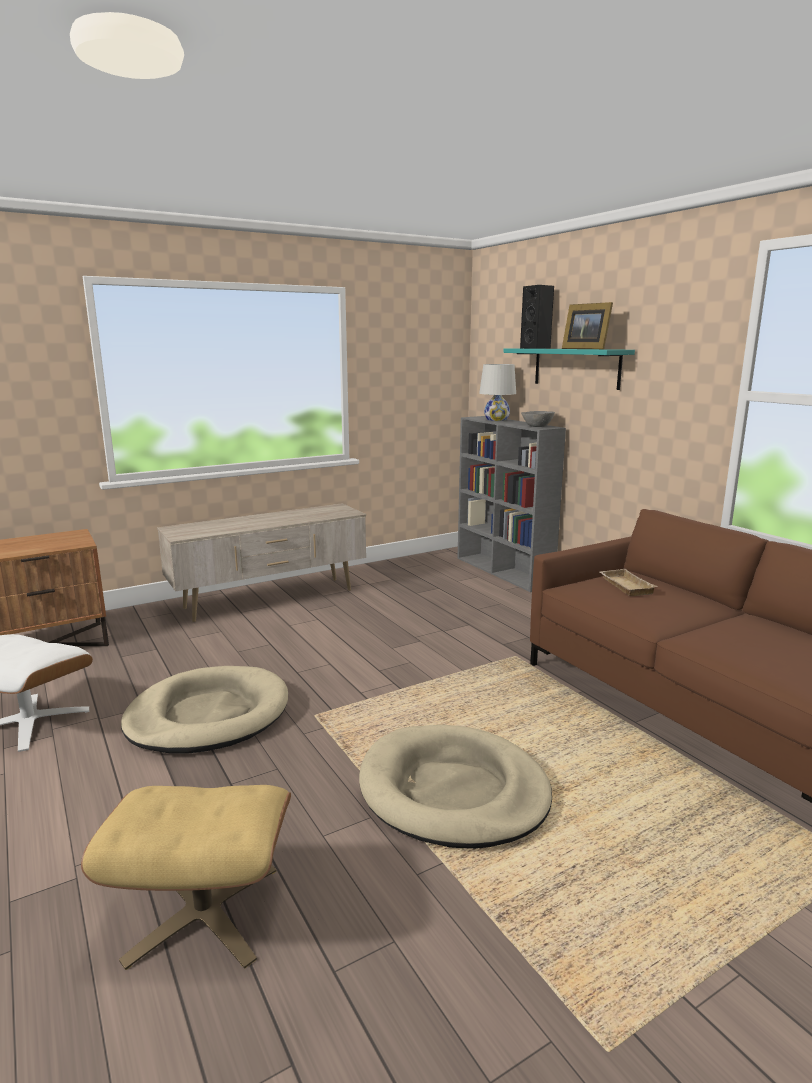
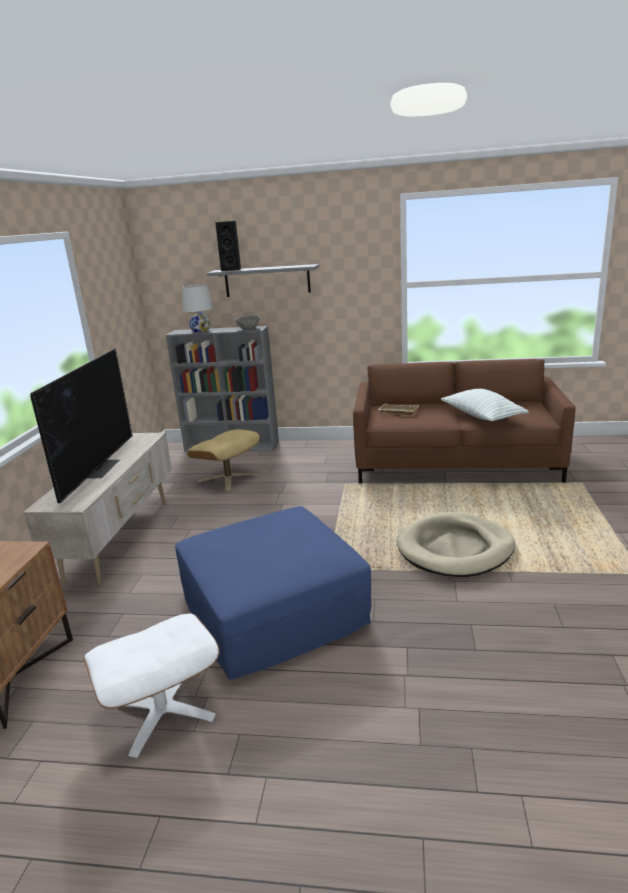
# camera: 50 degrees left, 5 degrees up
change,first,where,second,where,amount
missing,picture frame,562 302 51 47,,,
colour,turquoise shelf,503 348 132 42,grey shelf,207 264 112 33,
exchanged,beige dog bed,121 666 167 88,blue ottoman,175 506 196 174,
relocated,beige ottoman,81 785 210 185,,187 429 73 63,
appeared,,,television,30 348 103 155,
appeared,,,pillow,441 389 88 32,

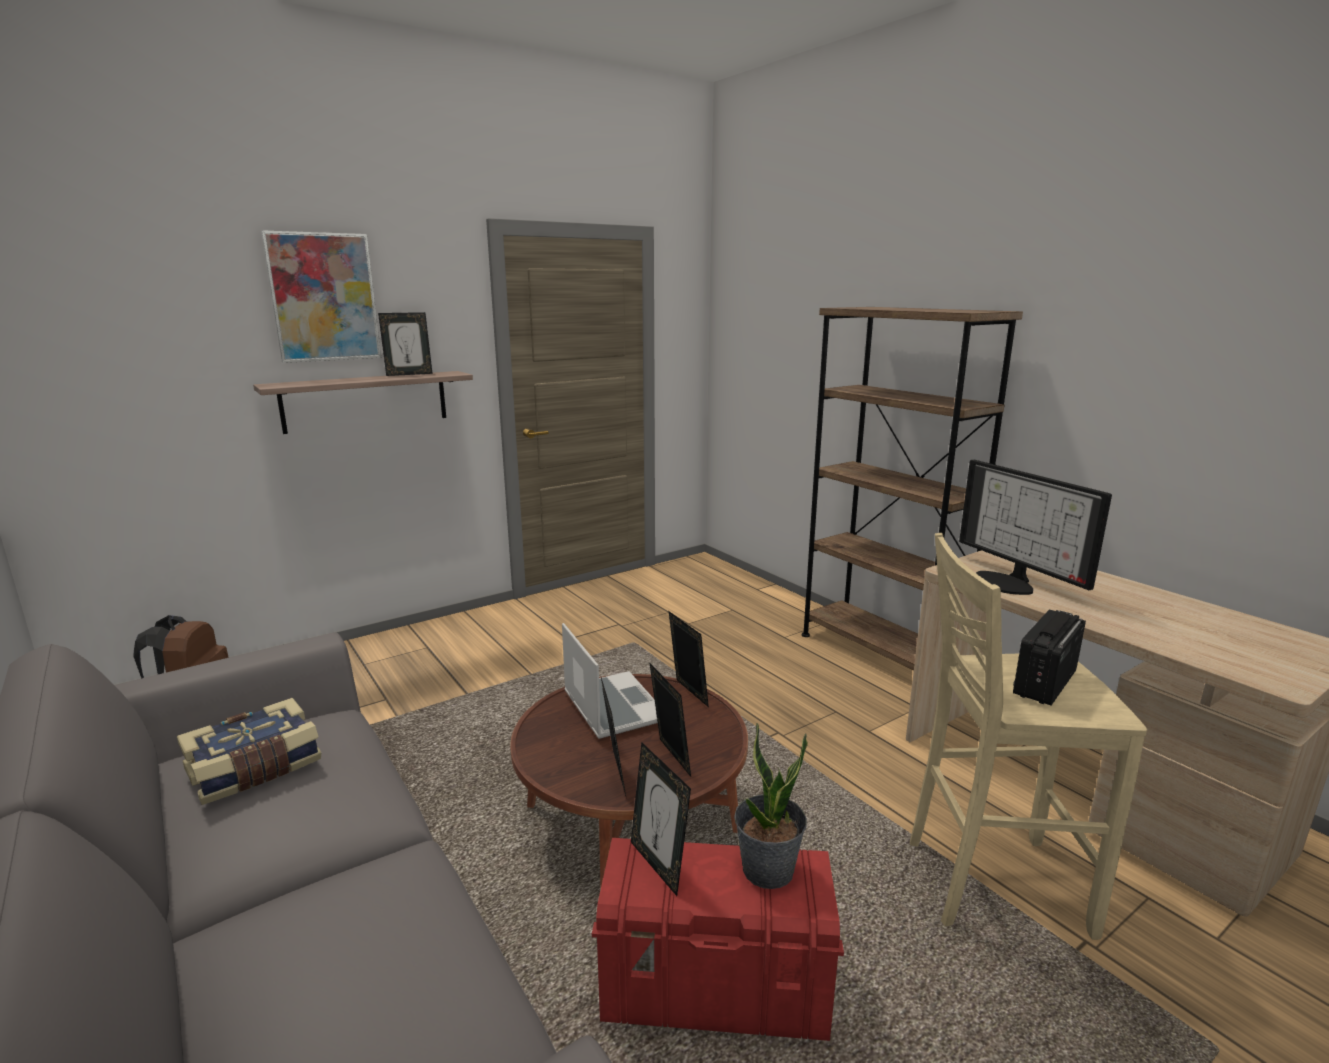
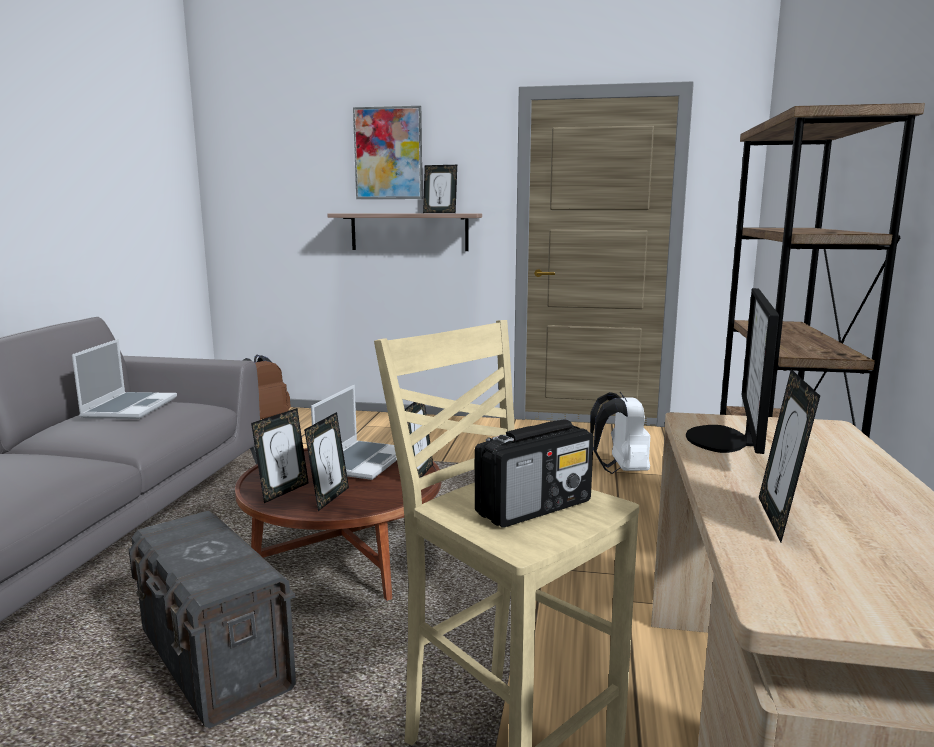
# camera: 45 degrees right, 5 degrees down
change,first,where,second,where,amount
spun,radio,1013 609 73 96,,475 419 119 109,150 degrees clockwise
exchanged,book,177 698 144 107,laptop,72 339 105 80,
missing,potted plant,734 723 74 166,,,
relocated,picture frame,631 742 60 154,,759 369 61 174,
colour,red storage box,592 838 252 203,grey storage box,128 511 168 217,
appeared,,,white backpack,590 392 60 82,

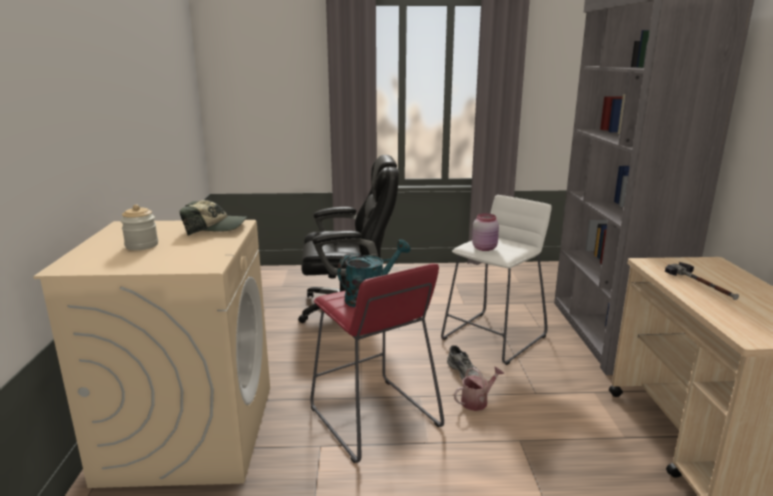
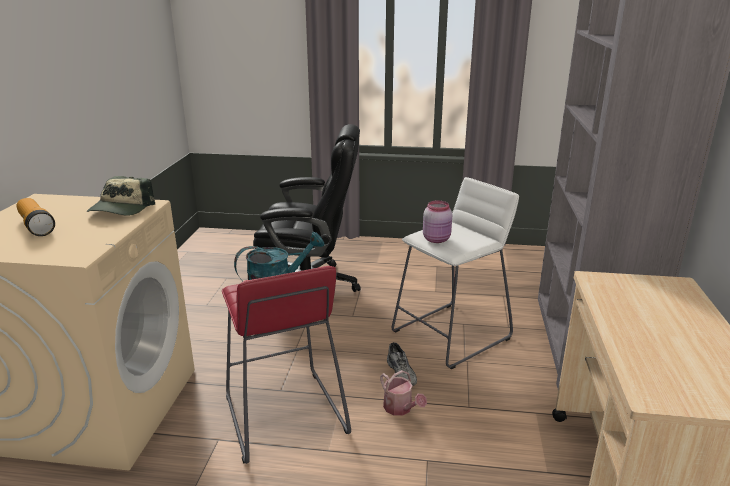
# camera: 10 degrees right, 5 degrees up
change,first,where,second,where,amount
spun,cap,180 200 67 36,,87 176 68 40,90 degrees clockwise
exchanged,jar,121 205 37 45,flashlight,16 198 39 38,
missing,hammer,665 262 74 38,,,
spun,watering can,454 366 50 45,,380 370 47 46,75 degrees clockwise

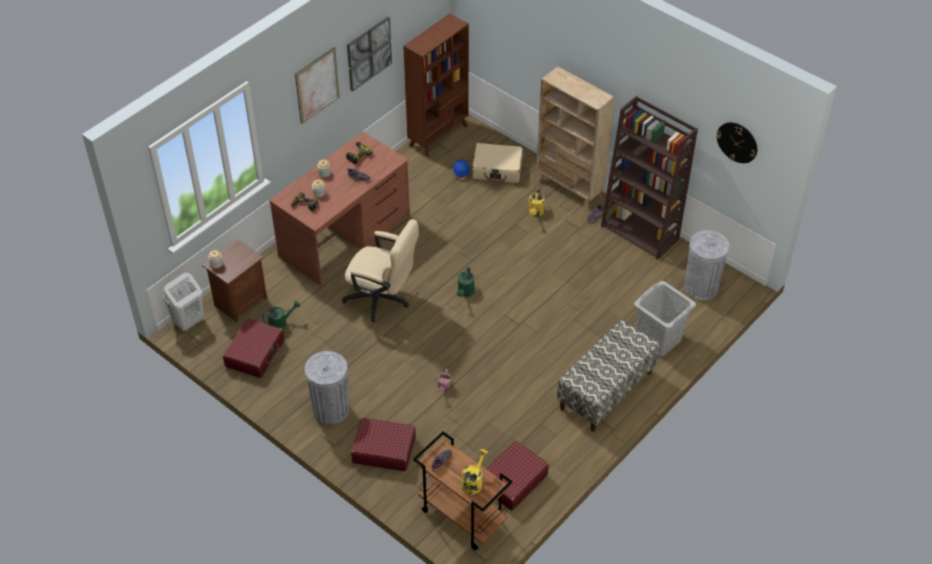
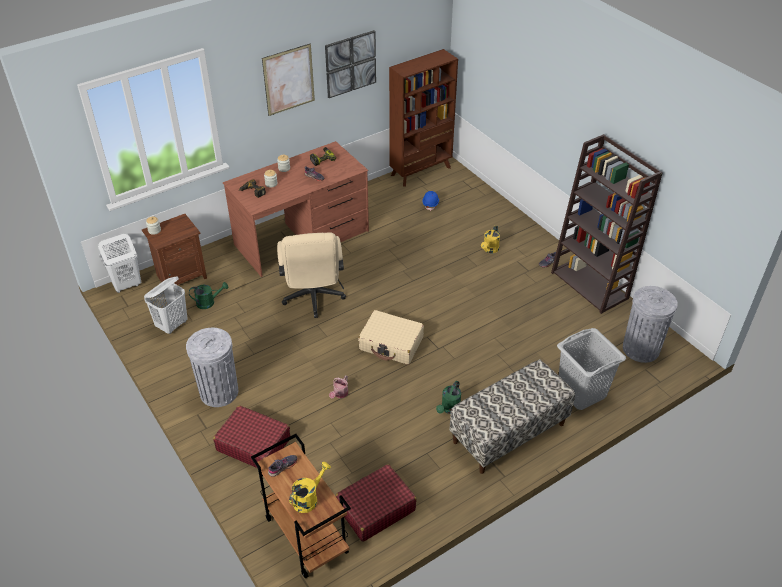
# camera: 15 degrees right, 5 degrees down
change,first,where,second,where,amount
missing,beige bookcase,536 66 78 144,,,
missing,wall clock,716 122 41 41,,,
relocated,beige suitcase,472 143 51 40,,358 310 66 55,
spun,beige office chair,342 219 77 103,,277 232 69 86,45 degrees clockwise
relocated,green watering can,457 267 18 30,,436 381 25 33,
exchanged,red suitcase,223 318 61 60,white laundry basket,144 276 44 58,

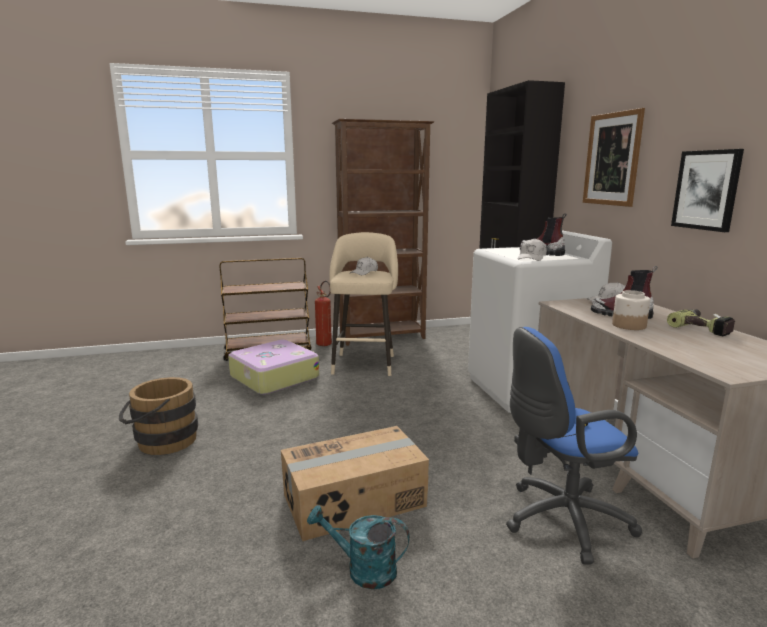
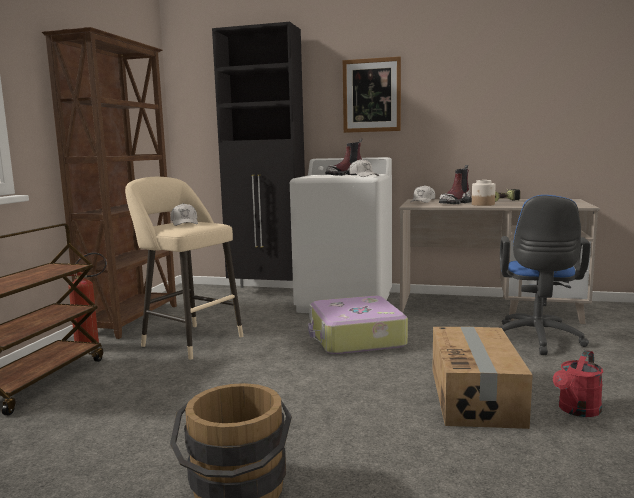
# camera: 60 degrees left, 5 degrees down
change,first,where,second,where,amount
missing,picture,671 149 73 83,,,
relocated,suitcase,228 340 91 55,,308 296 100 58,
colour,turquoise watering can,307 505 103 84,red watering can,553 350 50 67,

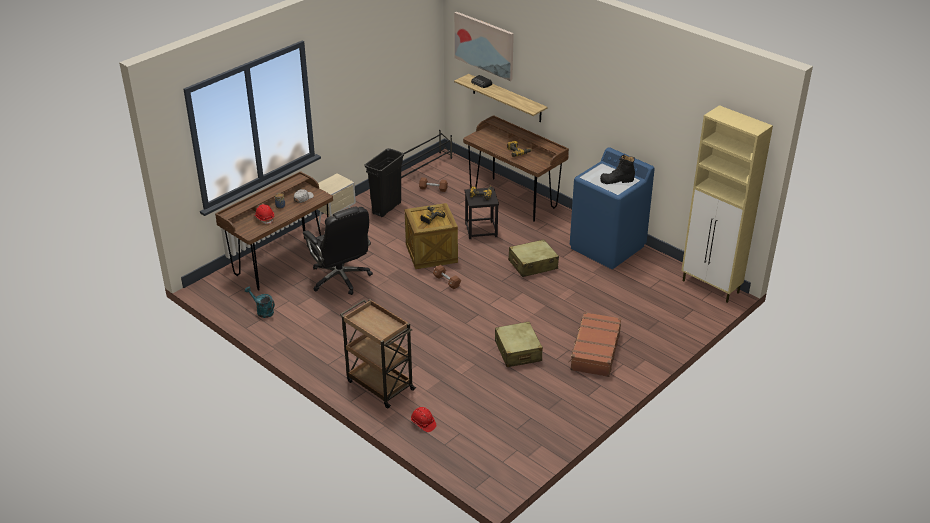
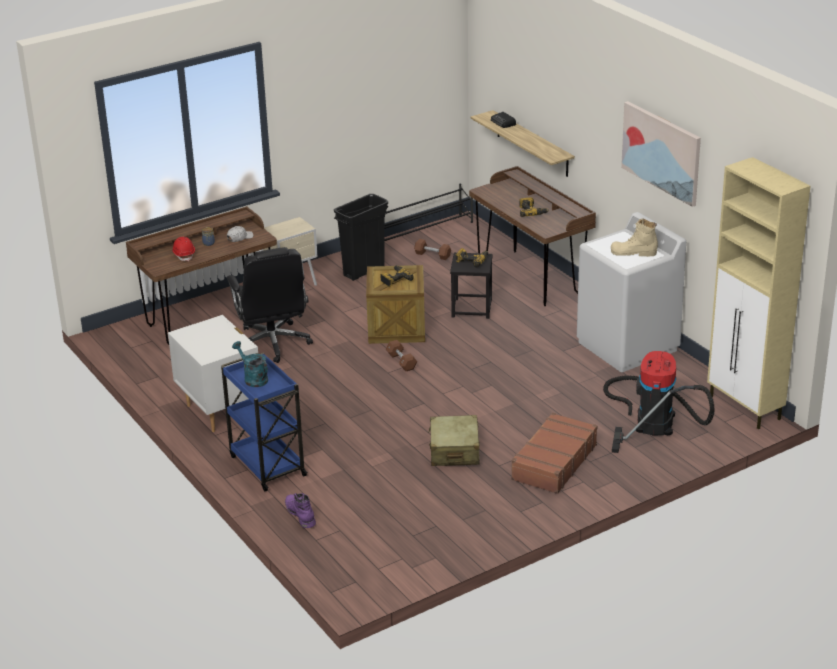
# camera: 15 degrees right, 5 degrees down
change,first,where,second,where,amount
relocated,picture,454 12 60 69,,621 101 80 106,
colour,blue washing machine,570 148 85 121,white washing machine,577 212 109 160,
colour,black boot,600 155 35 29,beige boot,611 218 47 39,
missing,beige suitcase,508 239 51 38,,,
relocated,turquoise watering can,245 286 30 32,,232 341 36 46,
colour,brown cart,340 299 76 110,blue cart,221 353 87 139,
exchanged,red hard hat,411 407 25 25,purple boot,285 493 31 35,
appeared,,,white nightstand,168 315 90 117,
appeared,,,vacuum cleaner,603 351 111 102,

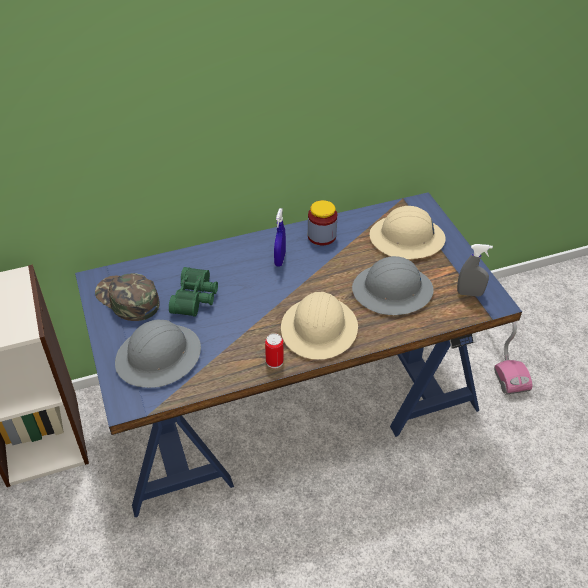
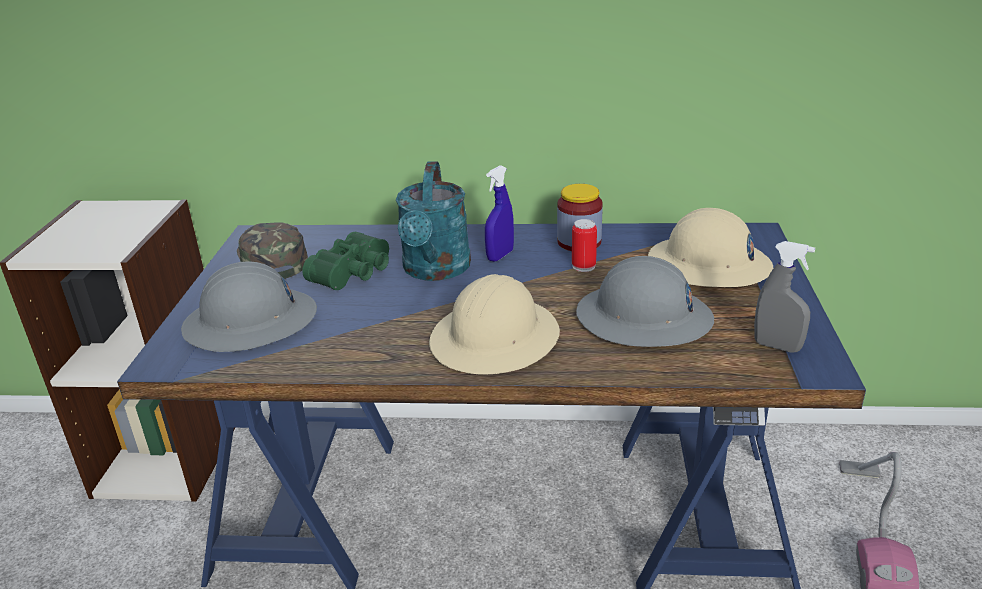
# camera: 25 degrees right, 15 degrees down
change,first,where,second,where,amount
relocated,can,265 333 19 36,,572 219 25 53,
appeared,,,turquoise watering can,396 161 75 120,

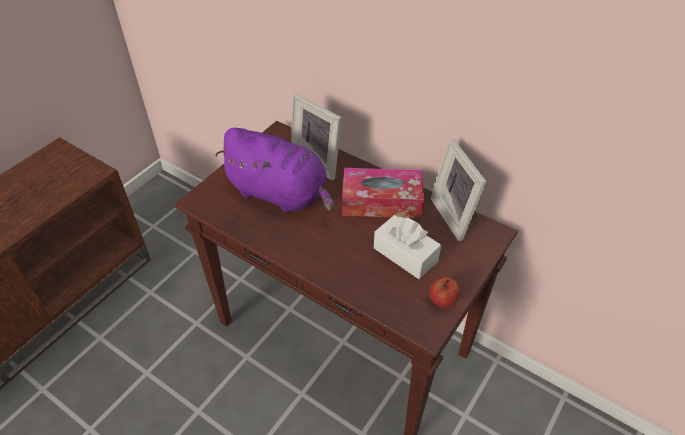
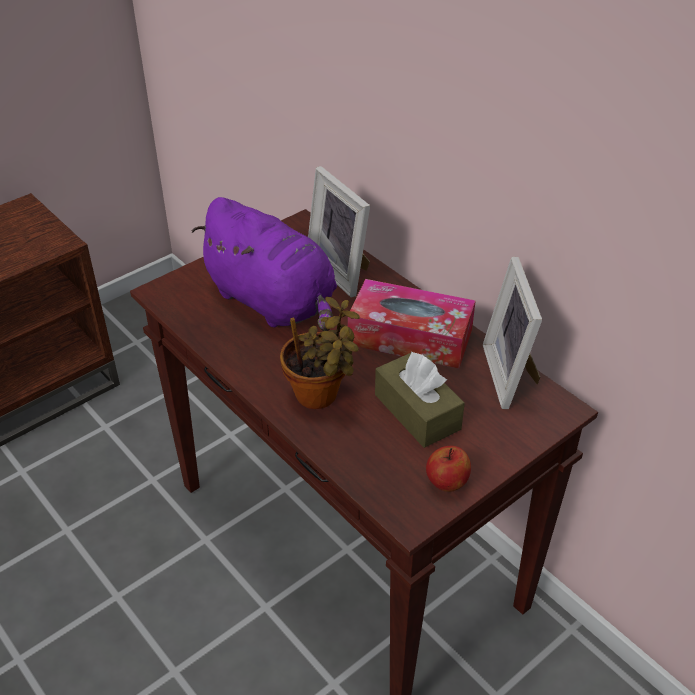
# camera: 15 degrees right, 5 degrees down
change,first,where,second,where,amount
colour,white tissue box,374 215 67 64,brown tissue box,375 351 90 97,
appeared,,,potted plant,280 297 80 112,

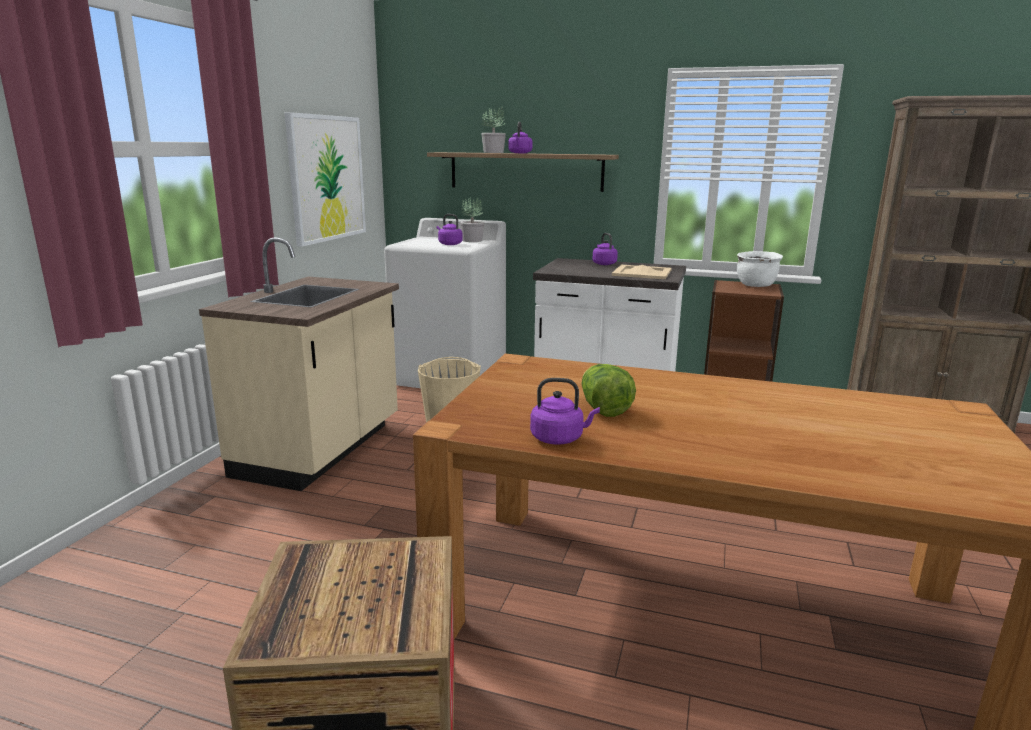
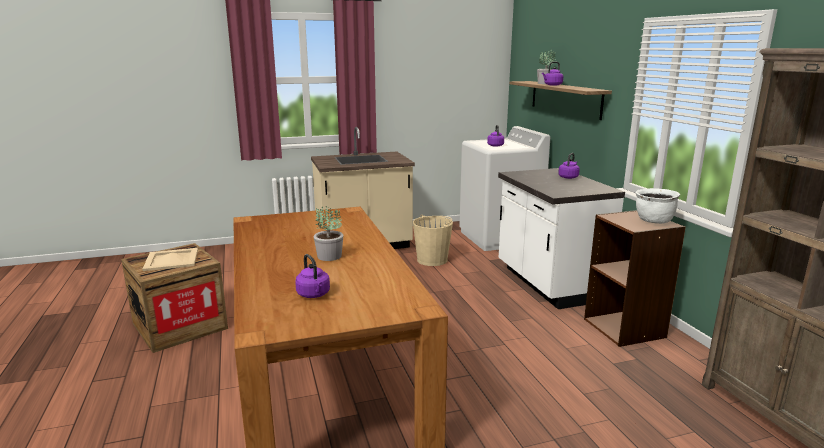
# camera: 55 degrees right, 0 degrees up
change,first,where,second,where,amount
missing,picture,285 112 81 135,,,
relocated,potted plant,460 197 24 45,,313 206 31 55,
relocated,beige tray,612 265 60 14,,142 248 56 23,
missing,lettuce,582 364 54 53,,,
relocated,purple kettle,530 378 70 67,,295 254 35 44,

